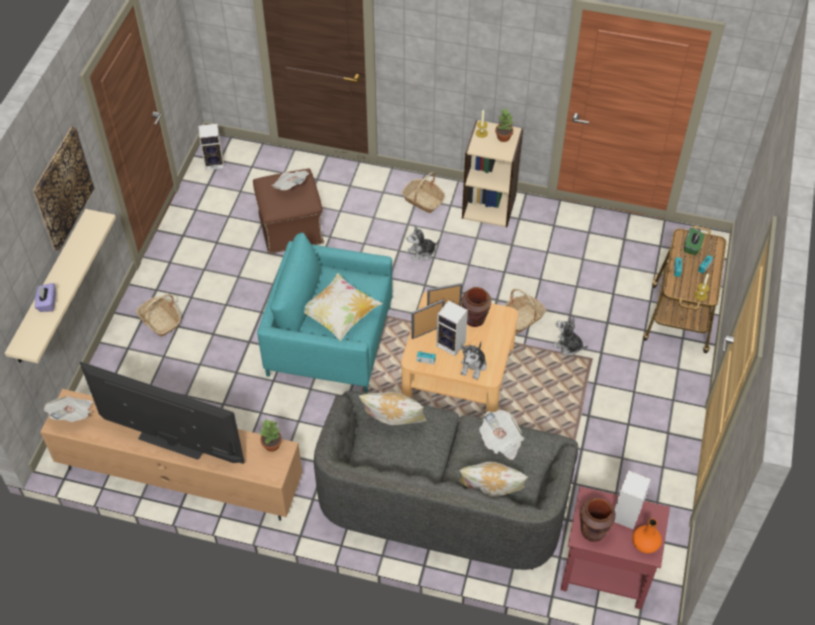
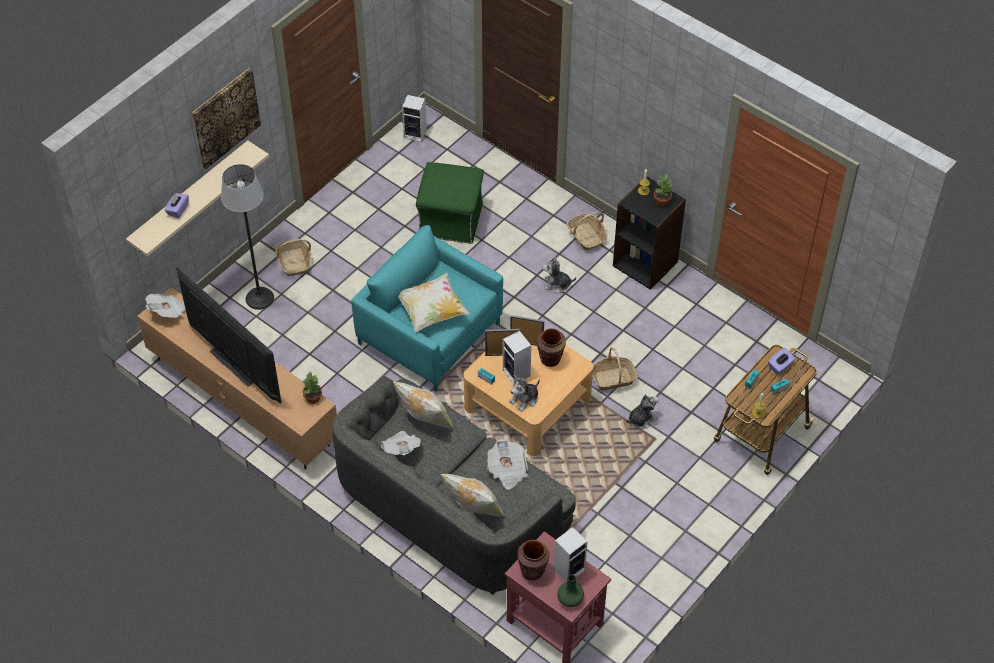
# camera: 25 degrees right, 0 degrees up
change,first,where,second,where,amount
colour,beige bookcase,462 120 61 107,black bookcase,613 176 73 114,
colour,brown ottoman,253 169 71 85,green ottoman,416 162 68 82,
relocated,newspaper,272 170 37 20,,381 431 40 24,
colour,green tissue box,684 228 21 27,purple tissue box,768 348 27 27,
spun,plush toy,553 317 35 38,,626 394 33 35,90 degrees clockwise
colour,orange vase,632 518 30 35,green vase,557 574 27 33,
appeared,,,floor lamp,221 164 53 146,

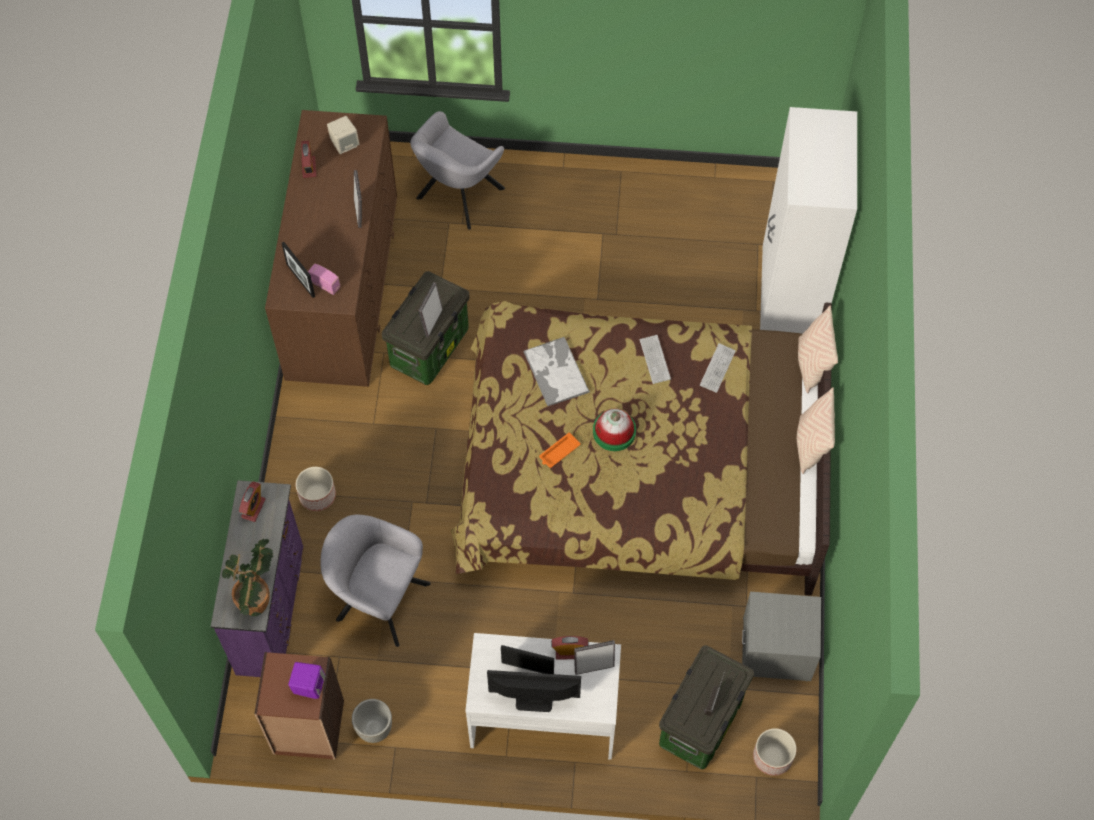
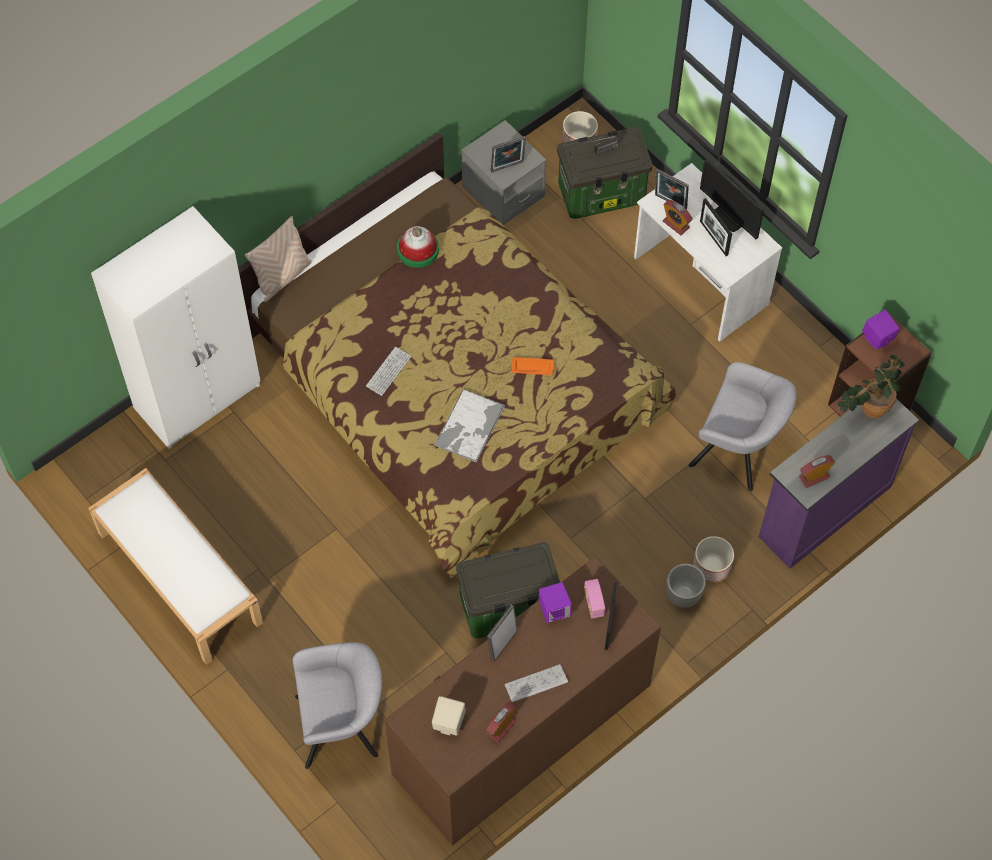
# camera: 135 degrees left, 0 degrees up
change,first,where,second,where,amount
relocated,picture frame,418 282 25 55,,490 136 36 36,
relocated,keyboard,700 343 36 50,,505 664 63 38,
missing,beige pillow,797 387 38 87,,,
relocated,hat,593 409 43 42,,397 226 42 42,
spun,grey armchair,320 515 111 132,,688 362 109 129,45 degrees counterclockwise
relocated,grey planter,352 699 40 44,,666 564 40 44,
appeared,,,white bench,88 468 175 197,
appeared,,,purple speaker,539 582 33 41,

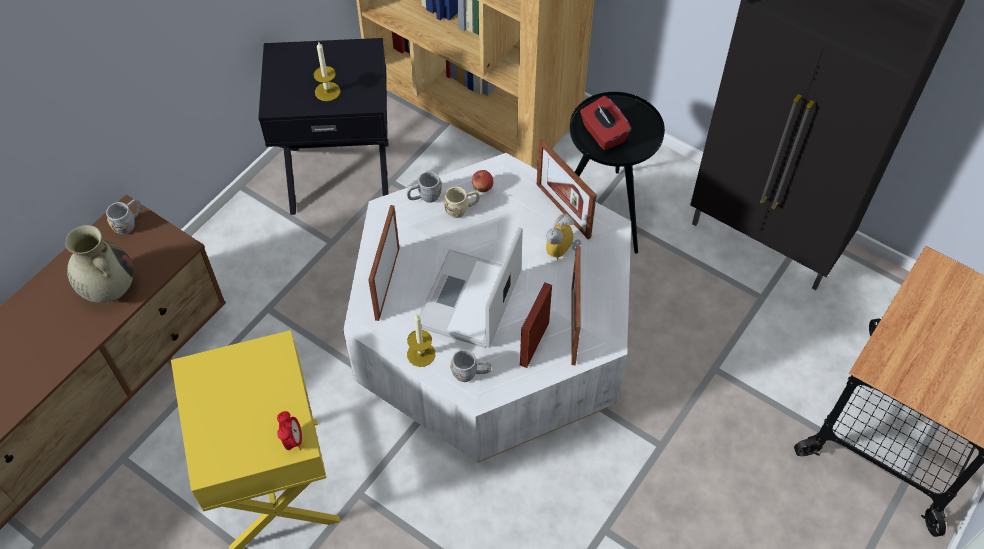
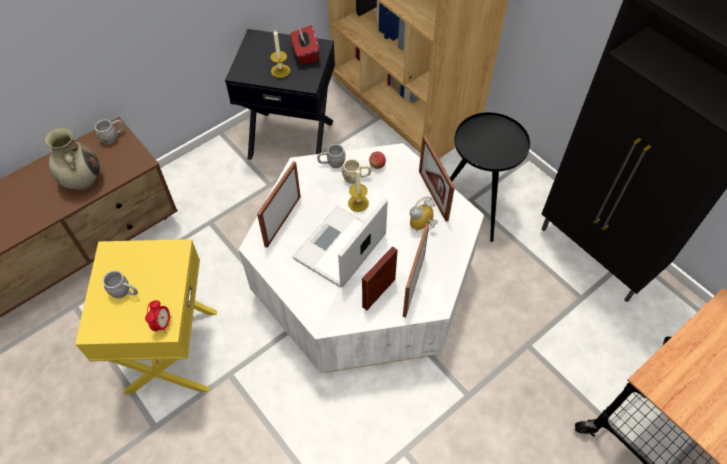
# camera: 15 degrees right, 0 degrees up
change,first,where,second,where,amount
relocated,red tissue box,580 96 51 54,,291 25 28 40,
relocated,candle,407 314 28 53,,348 168 21 44,
relocated,grey mug,450 349 41 33,,103 271 35 27,

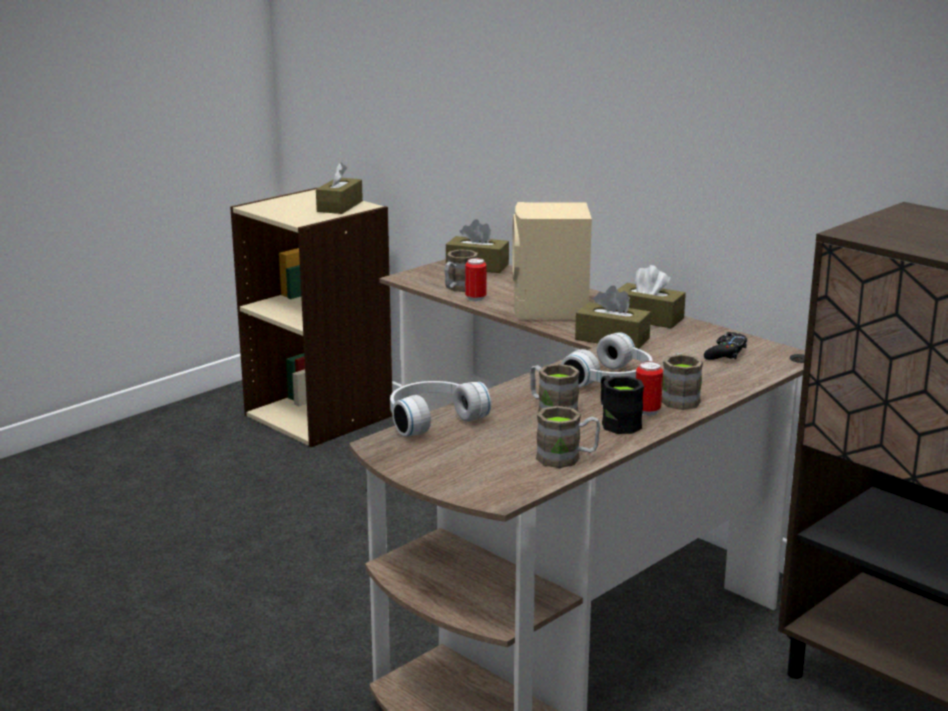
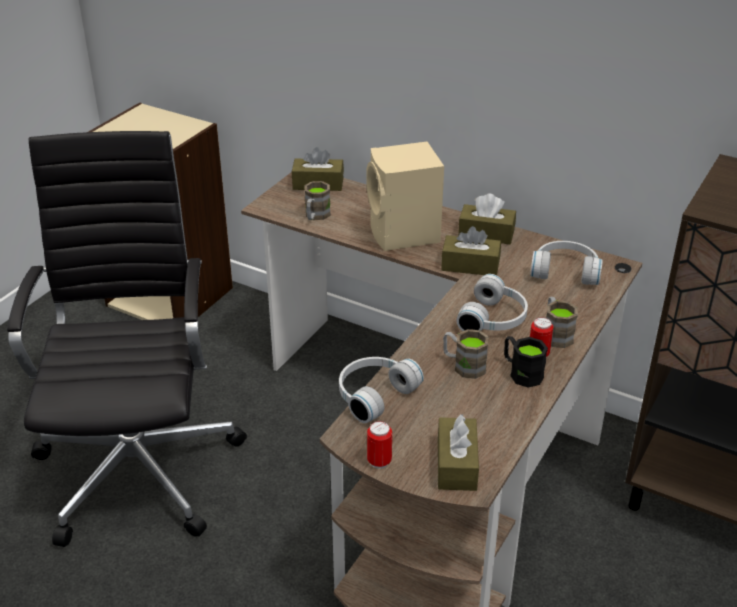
# camera: 15 degrees left, 15 degrees up
change,first,where,second,where,amount
relocated,brown tissue box,316 162 47 52,,438 414 41 77,
relocated,can,465 258 22 43,,367 421 25 48,
exchanged,black game controller,704 332 43 28,white headphones,530 241 73 44,
missing,brown mug,536 406 64 62,,,
appeared,,,black office chair,7 131 240 416,

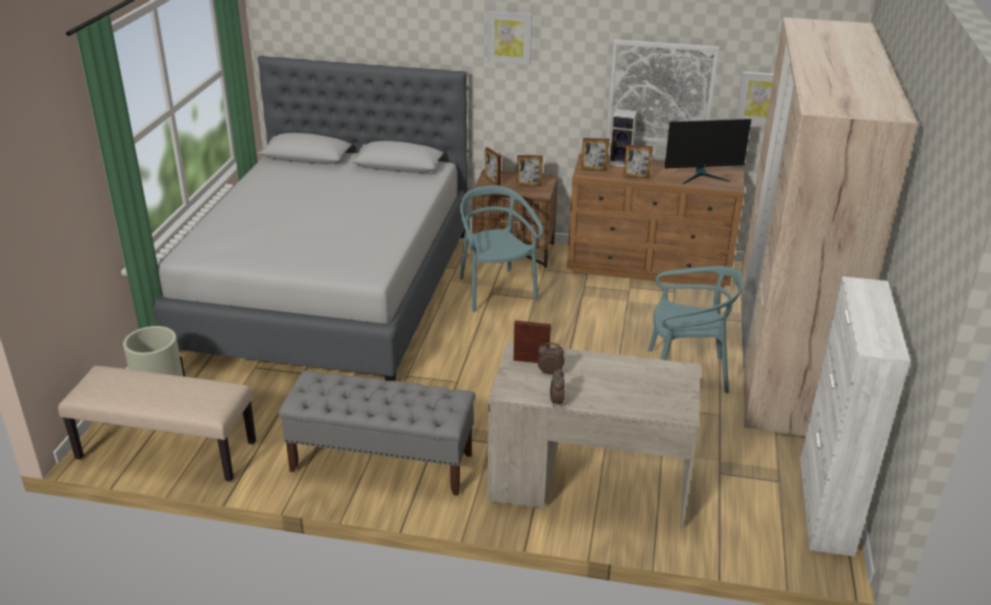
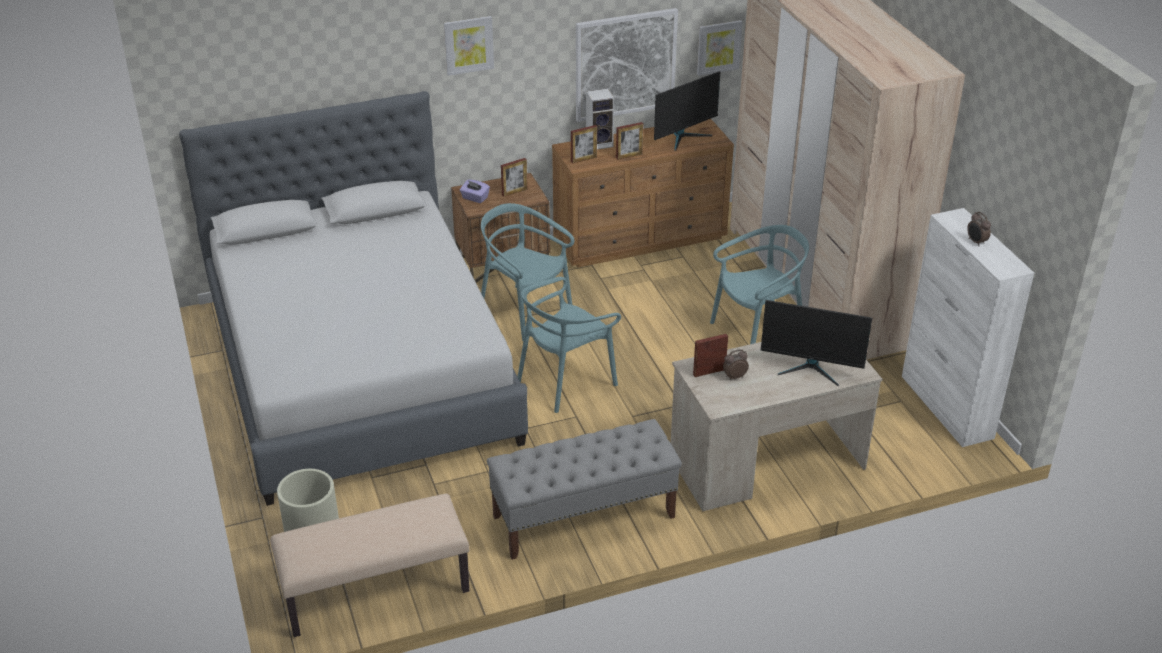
# camera: 30 degrees left, 5 degrees up
change,first,where,second,where,amount
exchanged,picture frame,485 147 16 39,purple tissue box,460 180 30 23,
relocated,alarm clock,550 368 15 39,,967 212 24 33,
appeared,,,turquoise chair,518 277 103 136,
appeared,,,monitor,761 300 111 86,

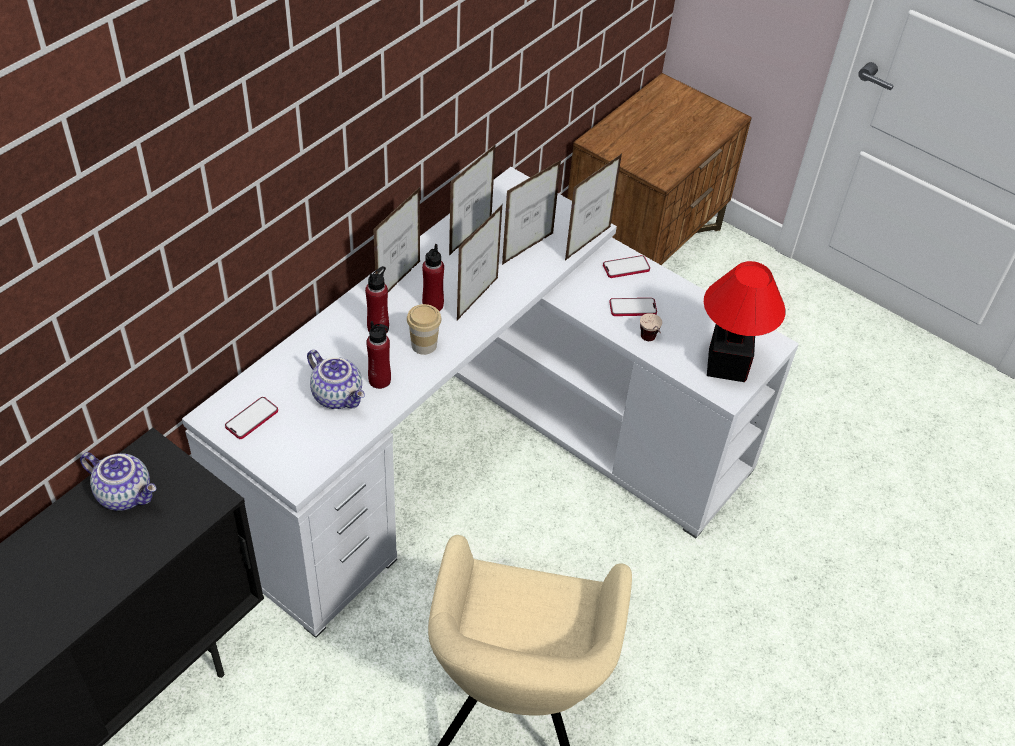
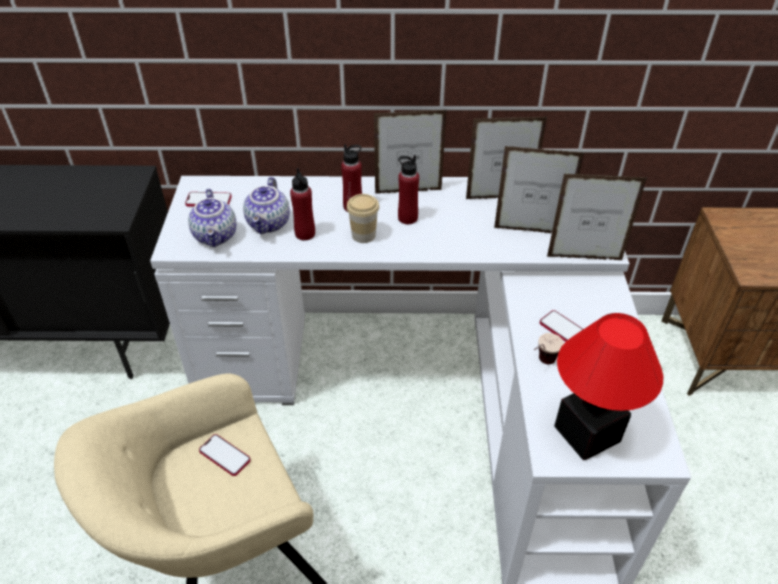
# camera: 55 degrees right, 5 degrees down
change,first,where,second,where,amount
missing,picture frame,457 204 46 116,,,
relocated,phone,603 255 47 23,,199 434 52 42,
relocated,teapot,80 452 76 59,,188 189 49 58,

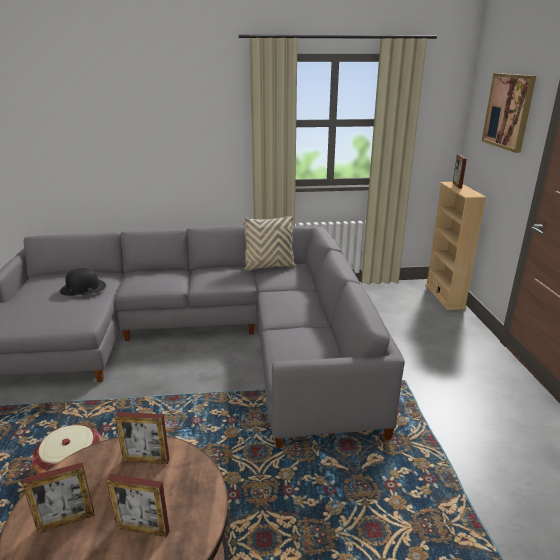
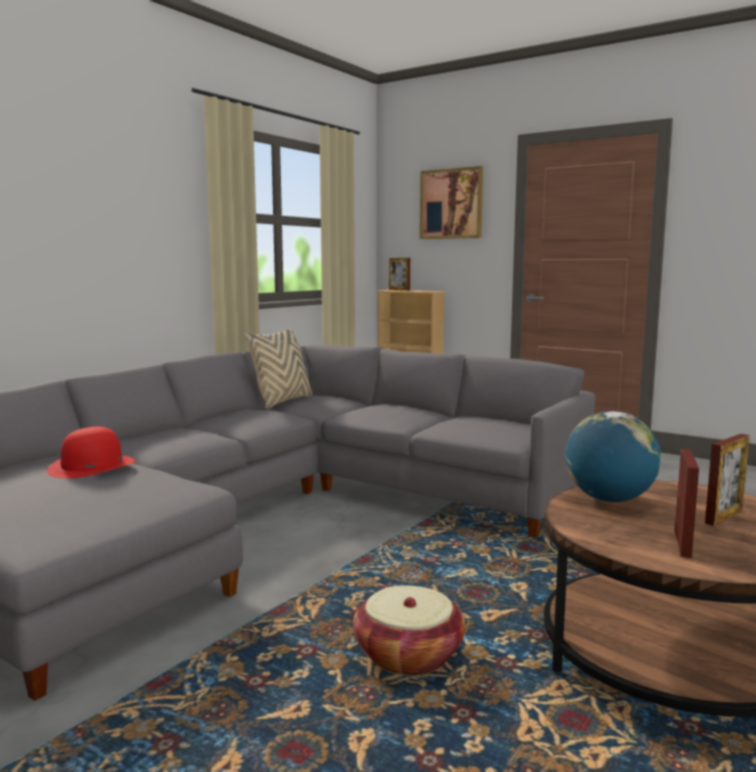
# camera: 50 degrees left, 15 degrees down
change,first,where,second,where,amount
colour,black hat,60 268 46 28,red hat,47 427 89 52,
exchanged,picture frame,115 412 54 52,globe,565 411 96 91,

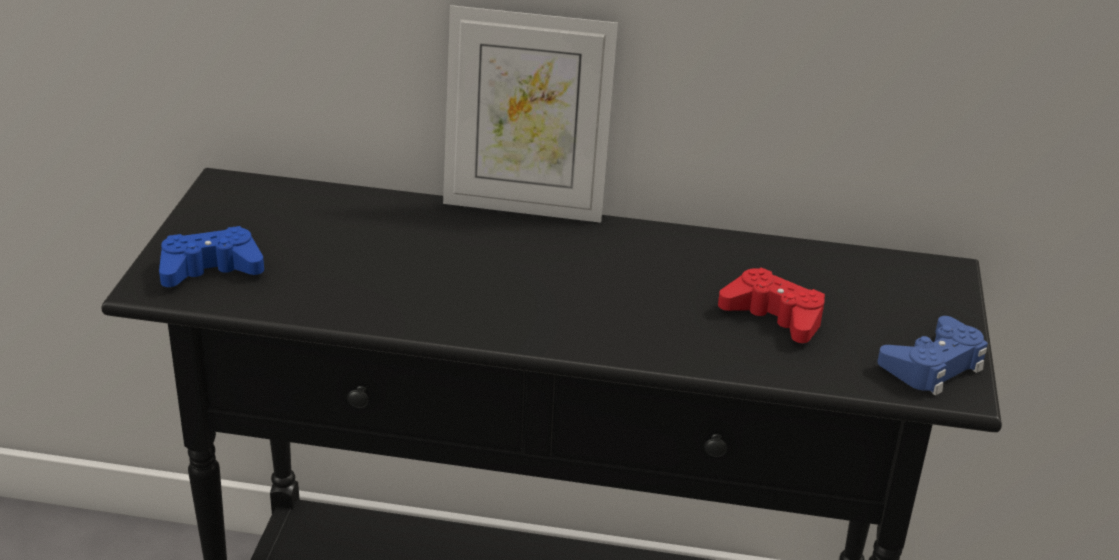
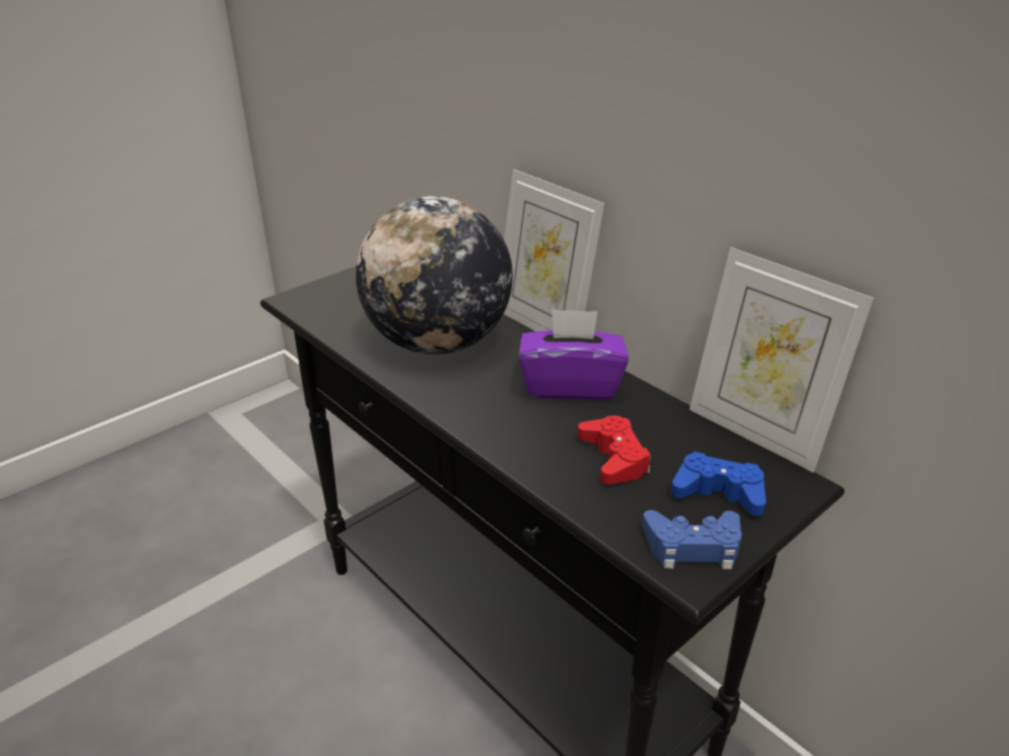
# camera: 40 degrees right, 0 degrees up
change,first,where,second,where,amount
relocated,blue game controller,159 226 105 61,,671 451 95 65,
appeared,,,globe,356 196 157 159,
appeared,,,picture frame,689 247 185 226,
appeared,,,purple tissue box,519 309 110 91,

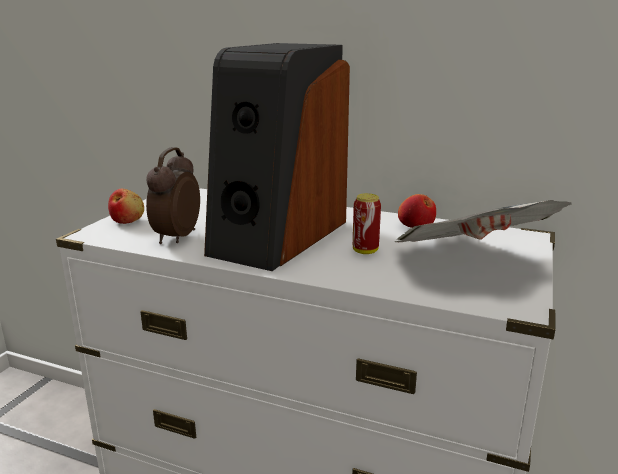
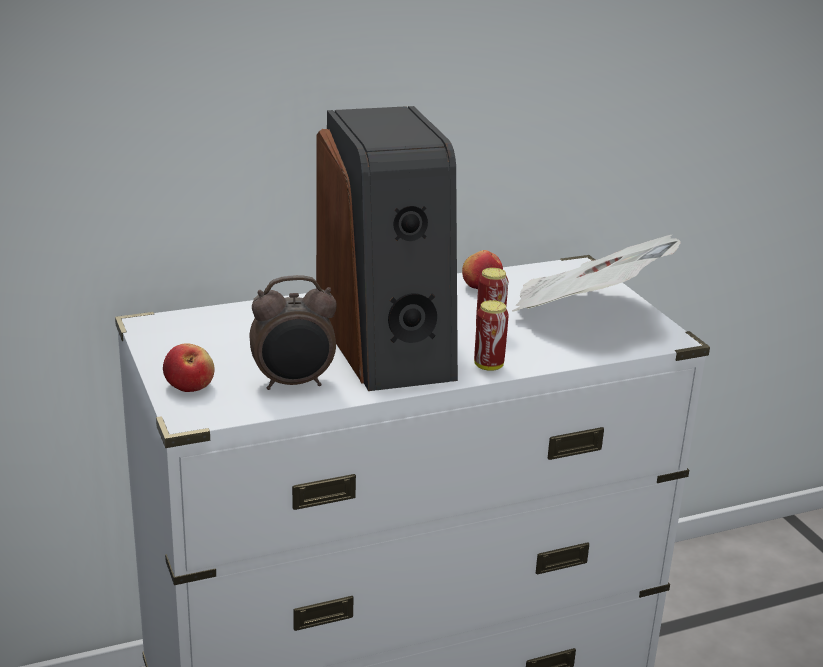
# camera: 45 degrees left, 5 degrees up
change,first,where,second,where,amount
spun,alarm clock,146 147 54 97,,250 275 87 115,75 degrees counterclockwise
appeared,,,can,474 300 35 71,

